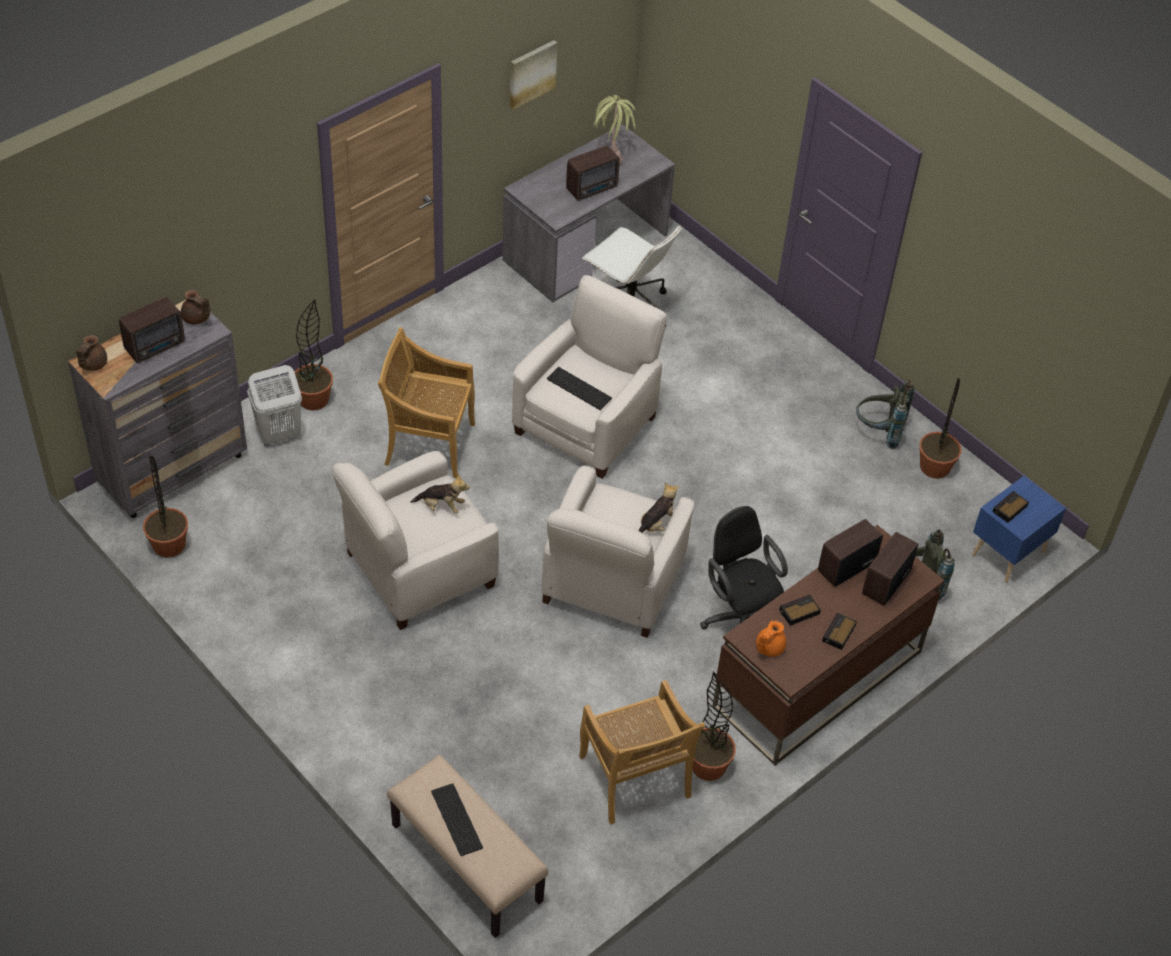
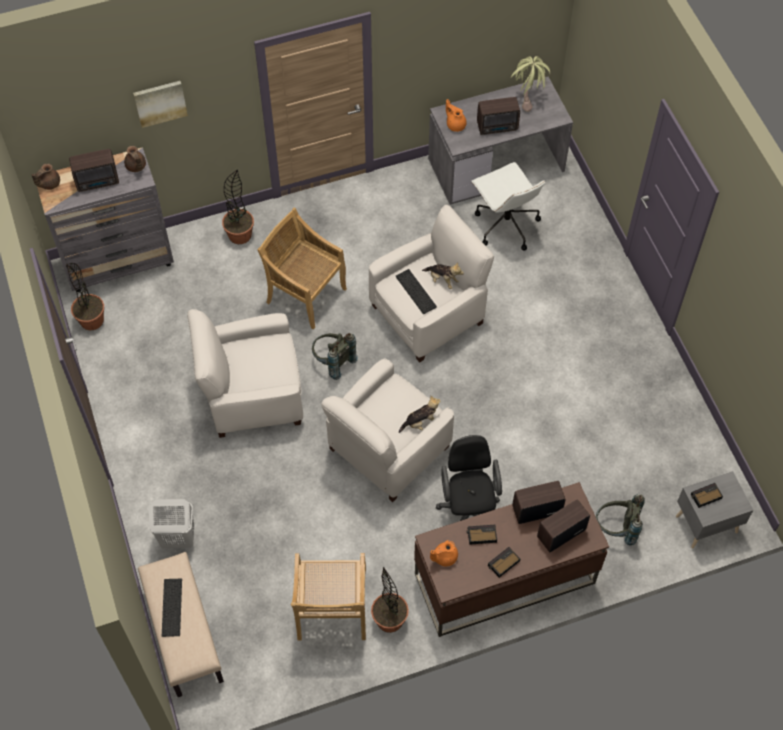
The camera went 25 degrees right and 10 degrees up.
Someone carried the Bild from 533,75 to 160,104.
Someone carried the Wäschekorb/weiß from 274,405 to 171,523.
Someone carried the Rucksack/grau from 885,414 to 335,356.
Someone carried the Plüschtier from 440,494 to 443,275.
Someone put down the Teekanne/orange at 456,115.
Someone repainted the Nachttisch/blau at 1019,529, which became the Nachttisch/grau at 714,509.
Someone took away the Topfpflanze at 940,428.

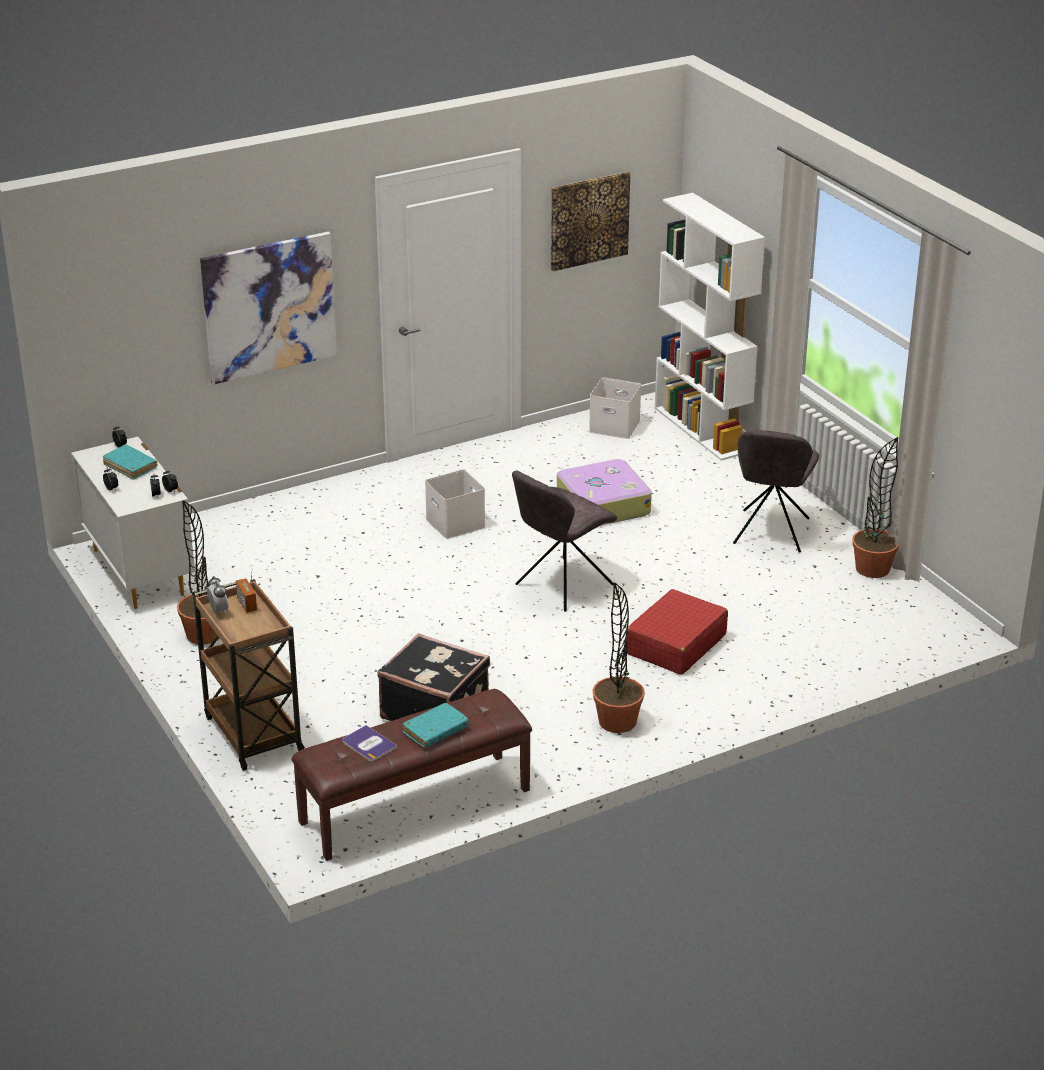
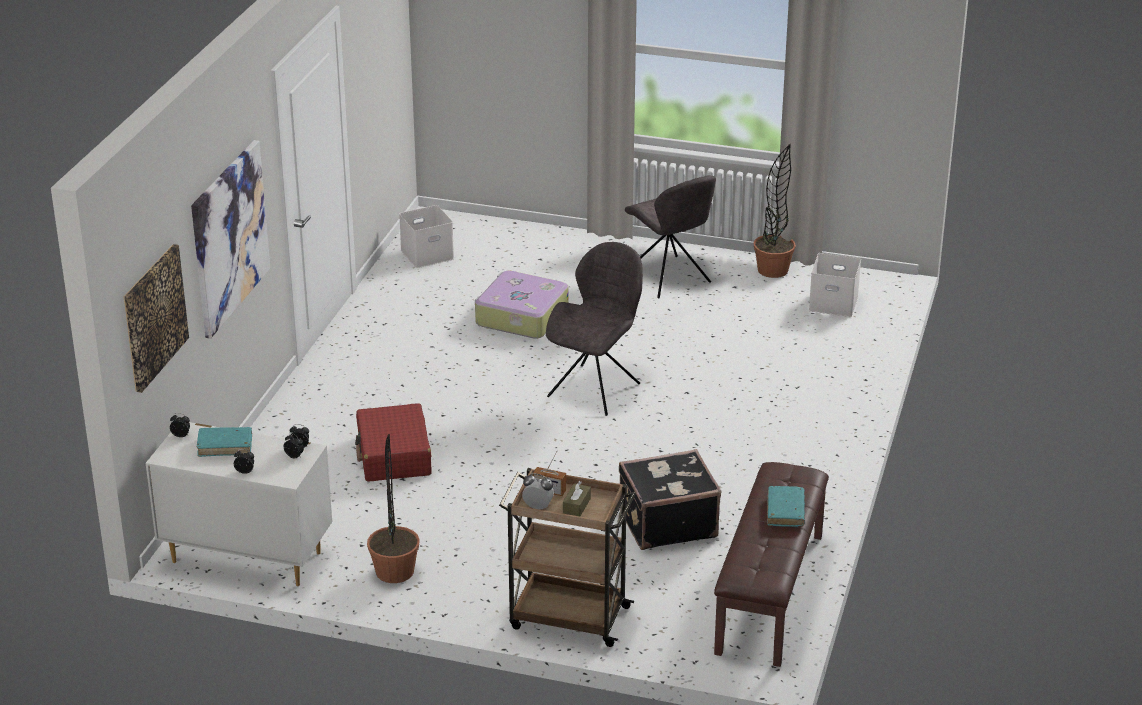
The camera went 45 degrees left and 0 degrees up.
Someone carried the Bild from 590,221 to 156,318.
Someone carried the Koffer/rot from 677,632 to 393,442.
Someone rotated the Stuhl/grau at 564,541 by 150 degrees counterclockwise.
Someone put down the Taschentuchbox/braun at 577,498.
Someone carried the Aufbewahrungsbox/weiß from 455,504 to 835,285.
Someone took away the Buch at 369,743.
Someone took away the Topfpflanze at 618,657.
Someone took away the Bücherregal/weiß at 710,327.

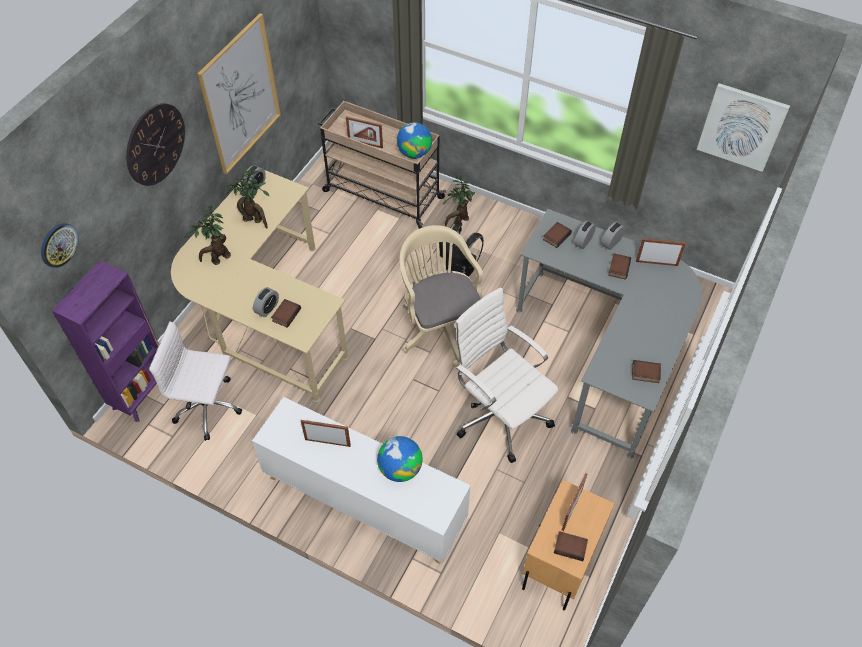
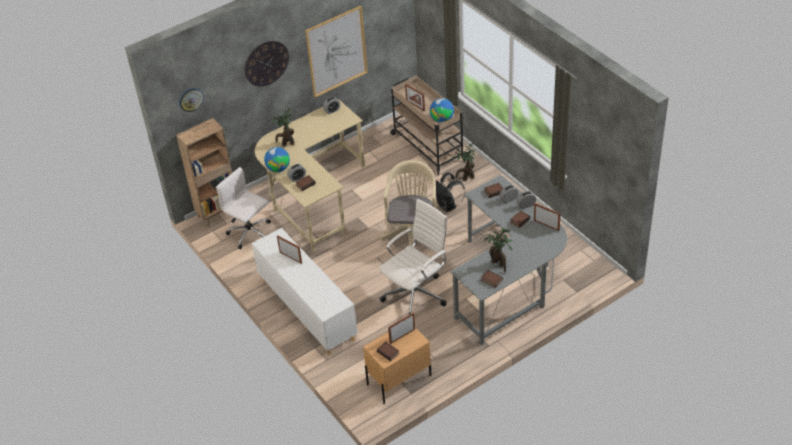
The camera went 30 degrees right and 10 degrees down.
Someone repainted the Bücherregal/lila at 105,341, which became the Bücherregal/braun at 204,172.
Someone carried the Globus from 400,459 to 277,159.
Someone rotated the Bürostuhl/weiß at 506,375 by 60 degrees clockwise.
Someone carried the Topfpflanze from 247,199 to 498,250.
Someone took away the Bild at 743,127.

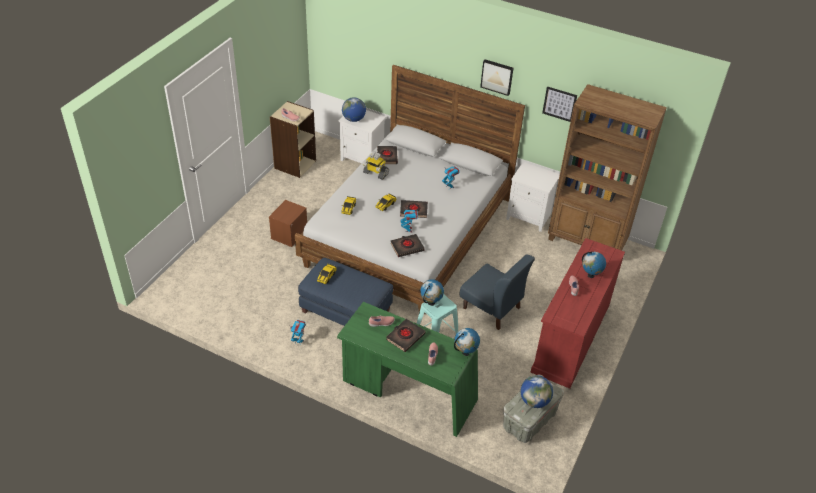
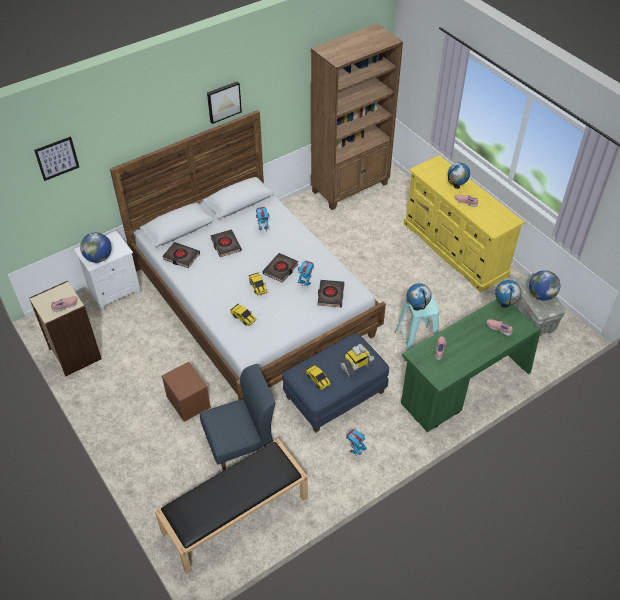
The camera went 60 degrees left and 5 degrees up.
Someone carried the Bild from 559,104 to 56,158.
Someone put down the Bank/schwarz at 231,506.
Someone carried the Stuhl/blau from 497,292 to 238,417.
Someone carried the Buch/schwarz from 405,335 to 226,243.
Someone carried the Spielzeugroboter from 376,166 to 357,360.
Someone repainted the Kommode/rot at 577,313, which became the Kommode/gelb at 464,224.
Someone took away the Nachttisch/weiß at 533,197.

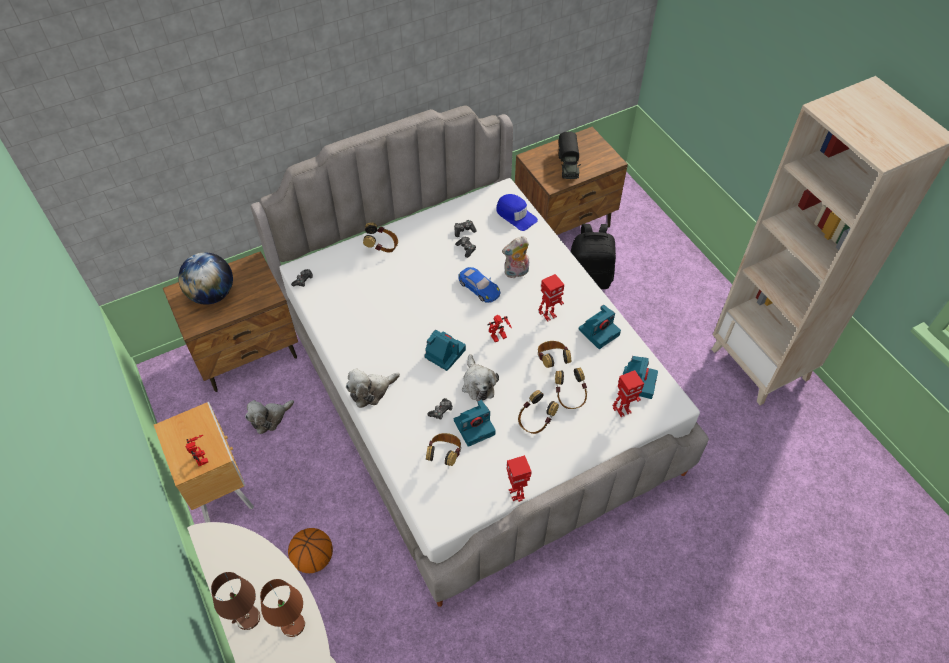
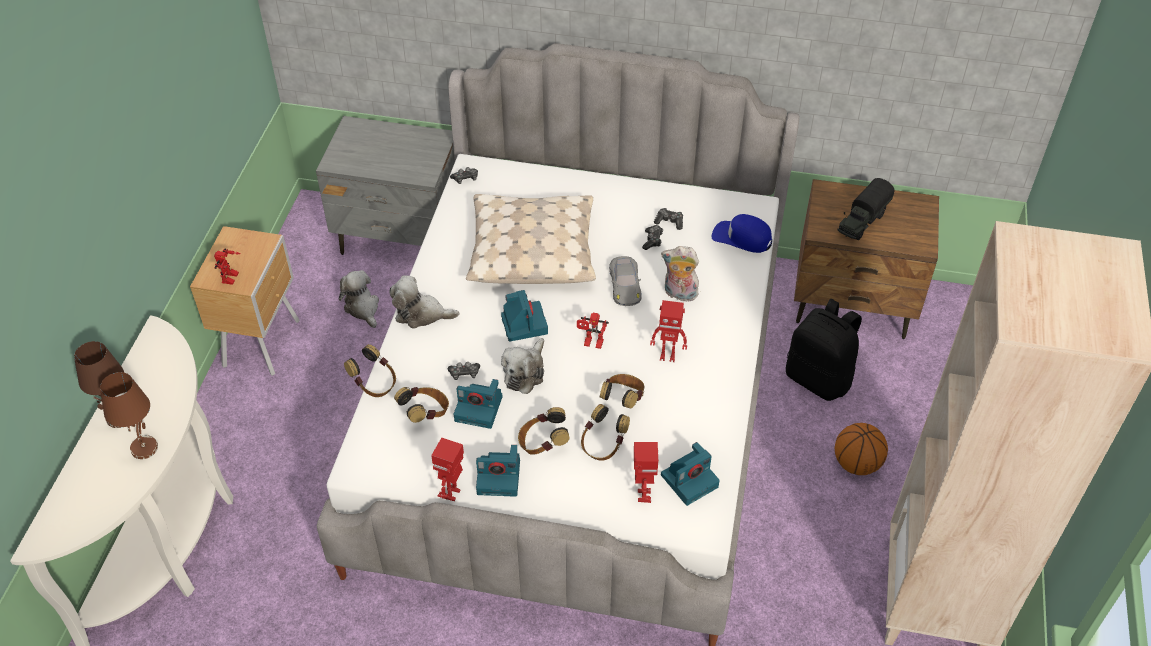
The camera went 40 degrees right and 5 degrees down.
Someone repainted the Nachttisch/braun at 230,321, which became the Nachttisch/grau at 385,185.
Someone rotated the Plüschtier at 269,417 by 60 degrees clockwise.
Someone carried the Kopfhörer from 380,237 to 370,370.
Someone put down the Kissen/beige at 531,239.
Someone carried the Kamera from 600,327 to 498,471.
Someone repainted the Spielzeugauto/blau at 479,285, which became the Spielzeugauto/grau at 625,281.
Someone rotated the Spielzeugroboter at 628,393 by 105 degrees counterclockwise.
Someone rotated the Kappe/blau at 517,212 by 120 degrees clockwise.
Someone carried the Basketball from 310,550 to 861,449.
Someone took away the Globus at 205,278.

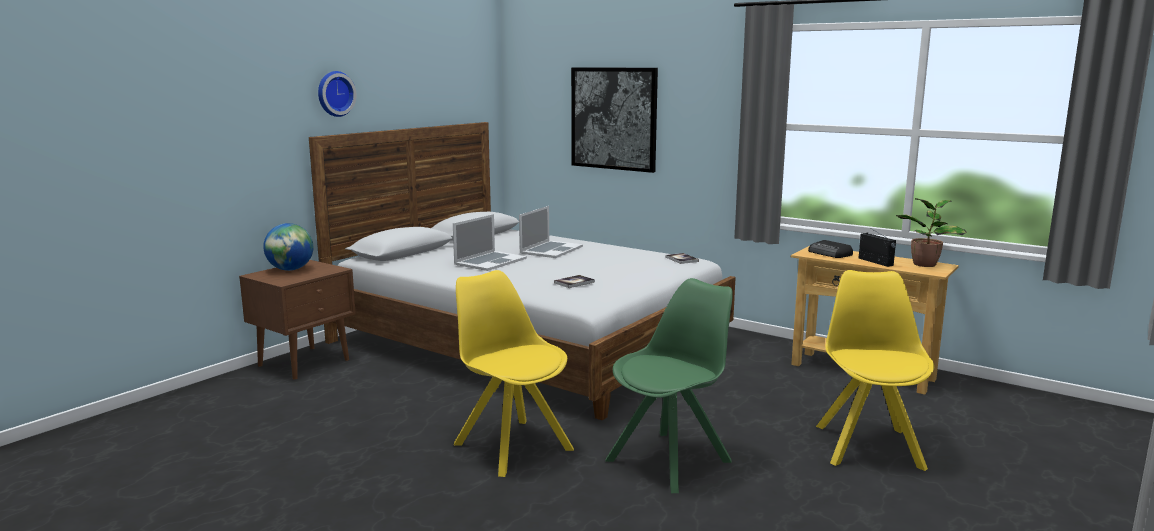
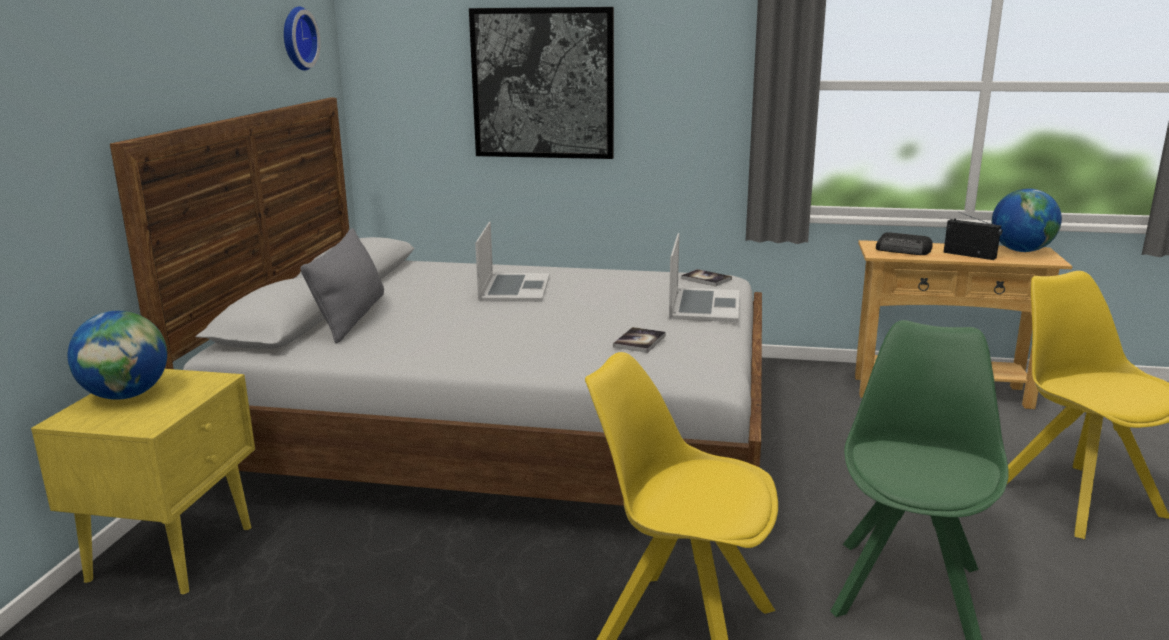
The camera went 25 degrees left and 5 degrees up.
Someone repainted the Nachttisch/braun at 297,320, which became the Nachttisch/gelb at 143,481.
Someone carried the Wanduhr from 337,94 to 302,38.
Someone put down the Kissen/grau at 342,286.
Someone carried the Laptop from 490,242 to 704,277.
Someone swapped the Topfpflanze at 931,232 for the Globus at 1027,220.

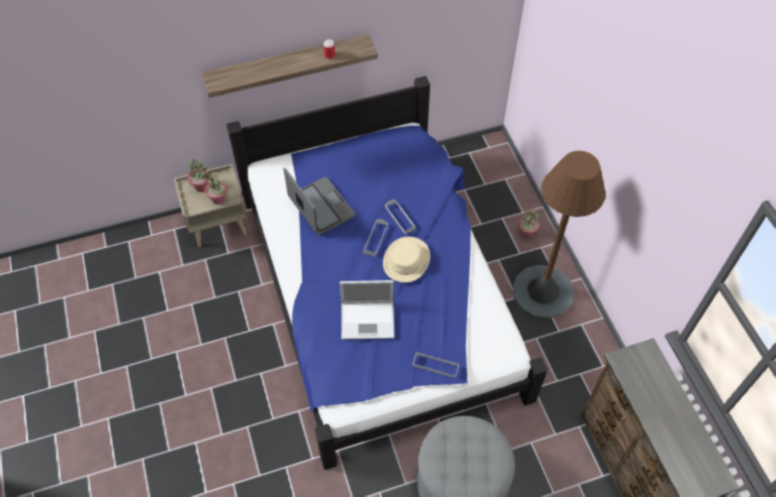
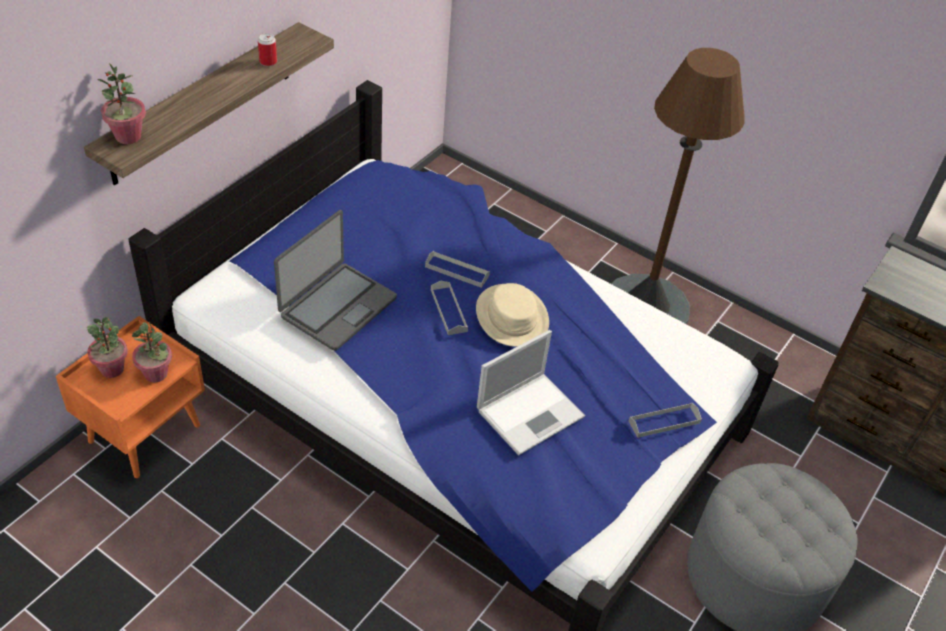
The camera went 40 degrees left and 10 degrees down.
Someone repainted the Nachttisch/beige at 210,205, which became the Nachttisch/orange at 130,397.
Someone carried the Topfpflanze from 529,223 to 122,103.
Someone rotated the Laptop at 320,201 by 105 degrees clockwise.

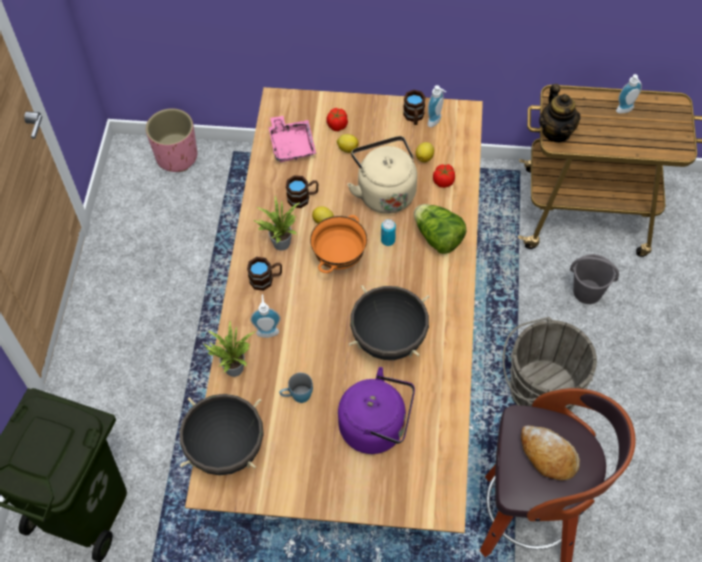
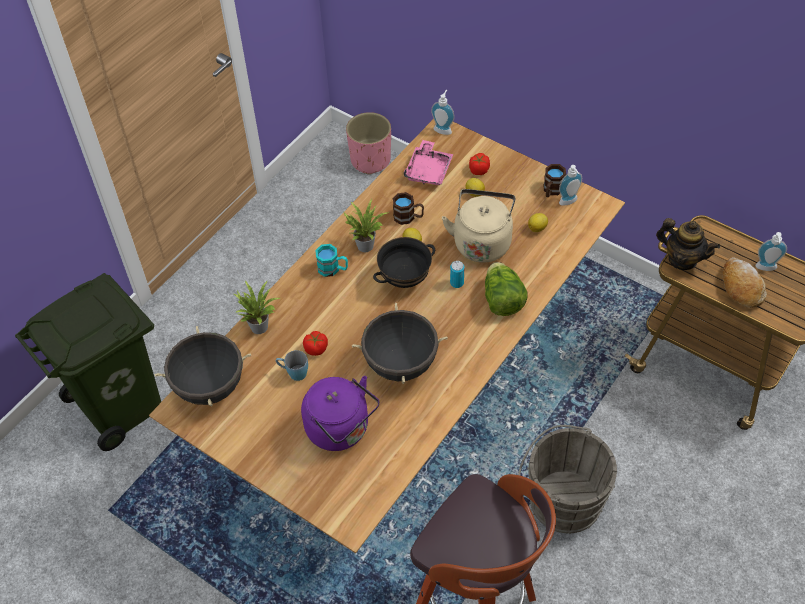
The camera went 30 degrees right and 5 degrees down.
Someone carried the Tomate from 444,176 to 315,343.
Someone repainted the Henkelbecher/braun at 264,274, which became the Henkelbecher/türkis at 331,260.
Someone repainted the Schüssel/orange at 338,244, which became the Schüssel/schwarz at 404,262.
Someone carried the Seifenspender from 265,316 to 443,112.
Someone rotated the Teekanne at 559,113 by 75 degrees counterclockwise.
Someone carried the Brot from 550,452 to 744,282.
Someone took away the Eimer/grau at 594,279.

